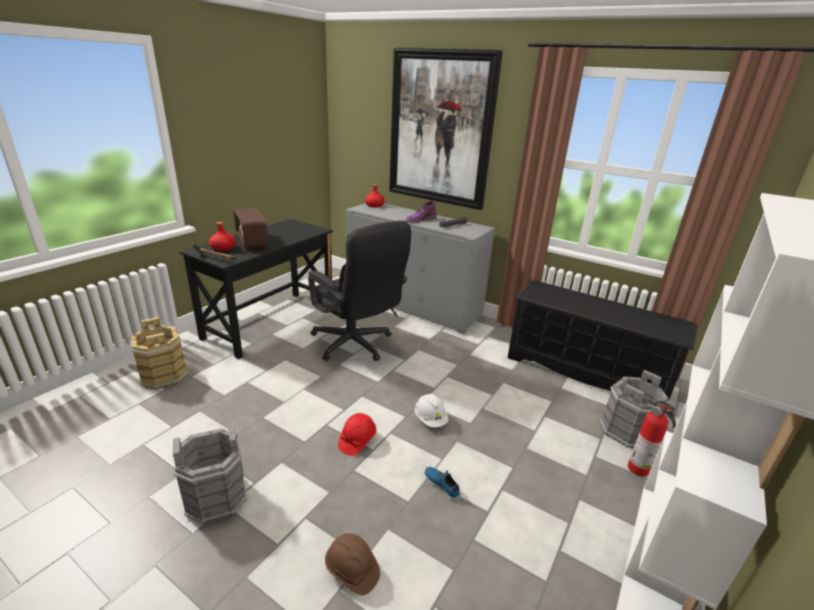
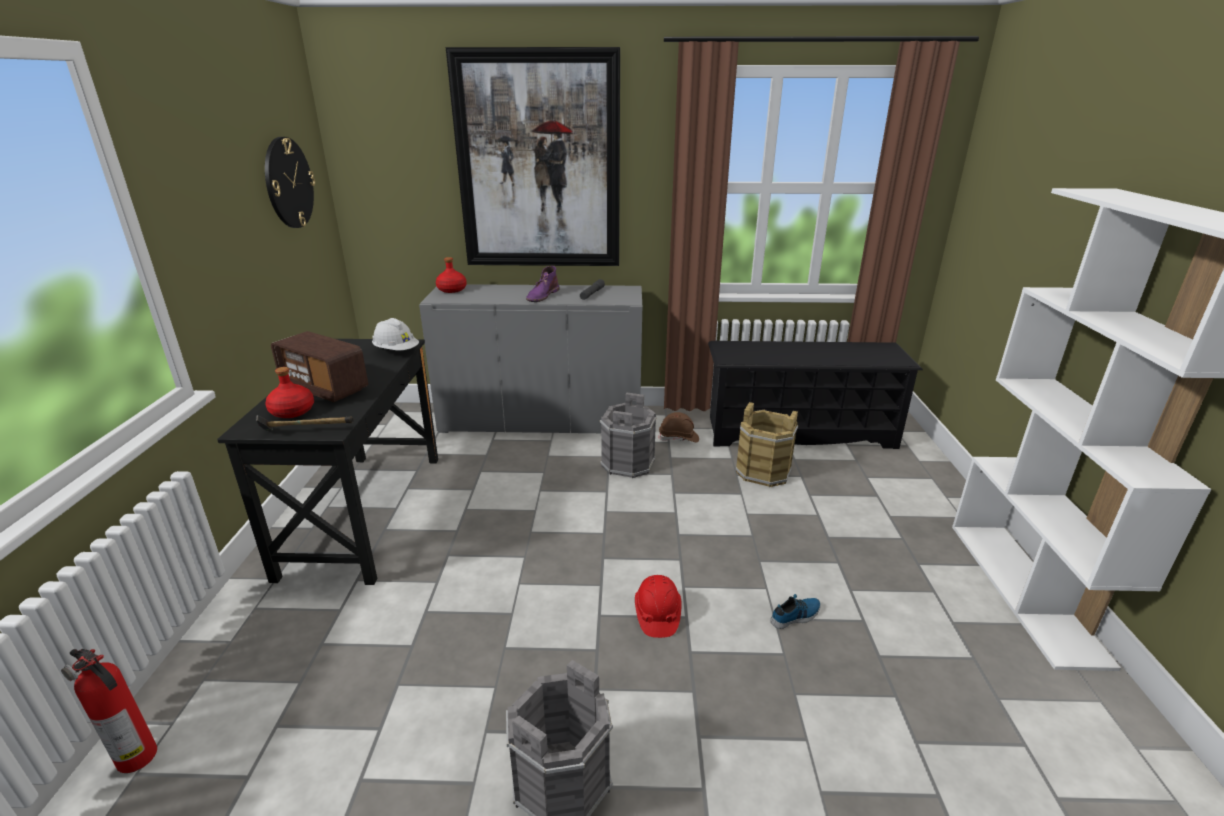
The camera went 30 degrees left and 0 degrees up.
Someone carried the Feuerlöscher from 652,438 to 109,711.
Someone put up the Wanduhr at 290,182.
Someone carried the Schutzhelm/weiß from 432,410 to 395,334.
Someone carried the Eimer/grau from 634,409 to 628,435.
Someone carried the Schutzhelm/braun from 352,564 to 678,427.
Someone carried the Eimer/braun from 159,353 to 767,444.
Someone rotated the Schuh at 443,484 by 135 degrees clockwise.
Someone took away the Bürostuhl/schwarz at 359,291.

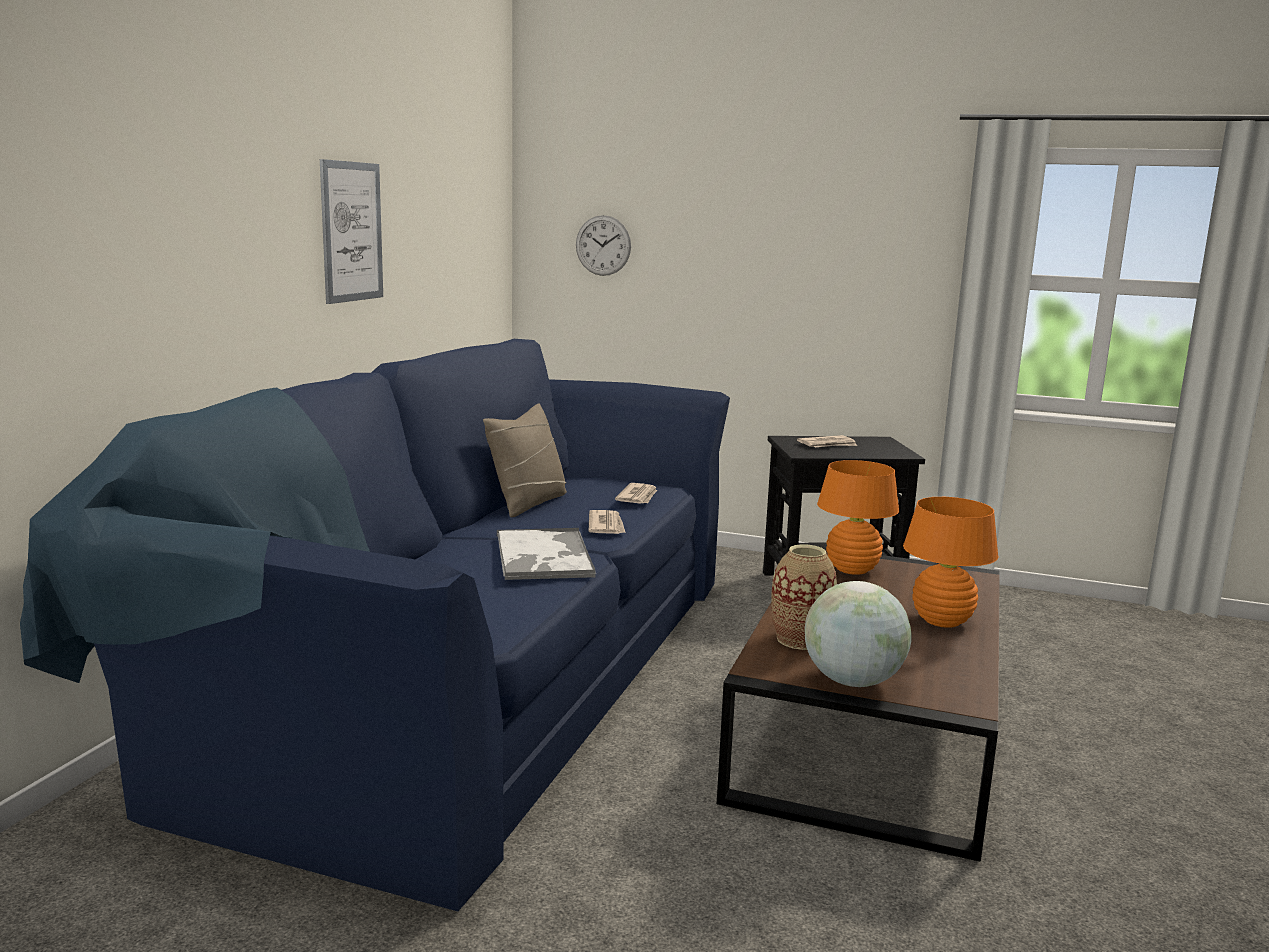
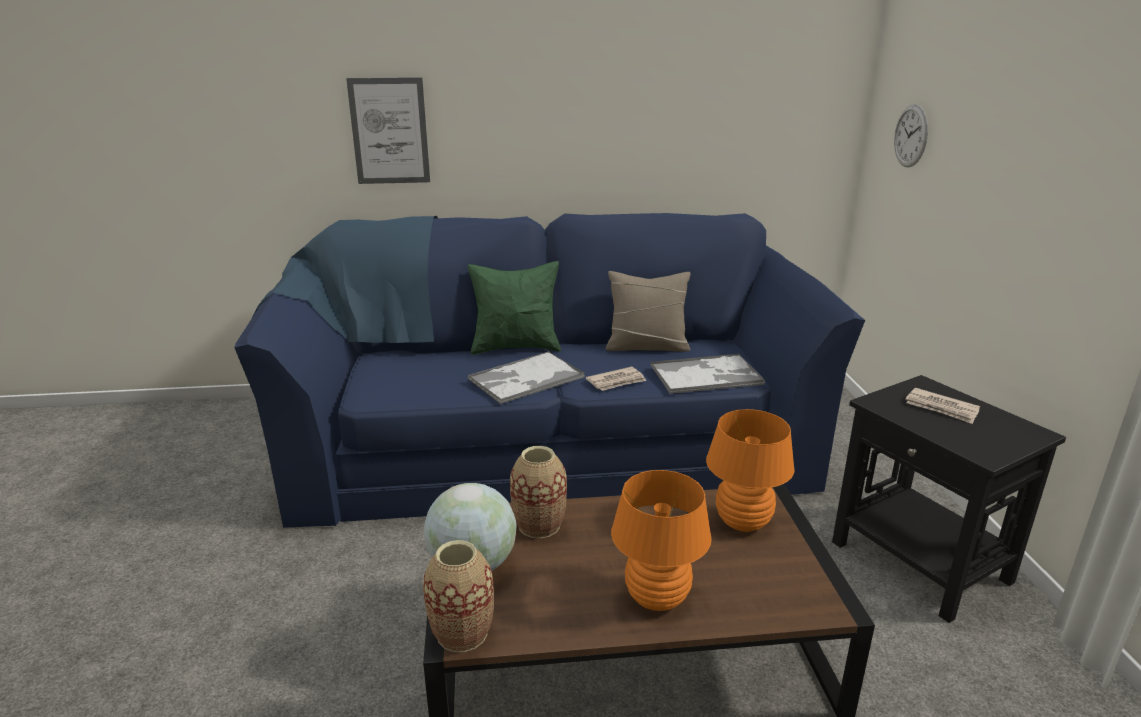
The camera went 65 degrees right and 10 degrees up.
Someone carried the Bild from 351,231 to 388,130.
Someone put down the Vase at 458,596.
Someone put down the Kissen/grün at 514,308.
Someone swapped the Zeitung at 636,493 for the Tablett at 707,374.

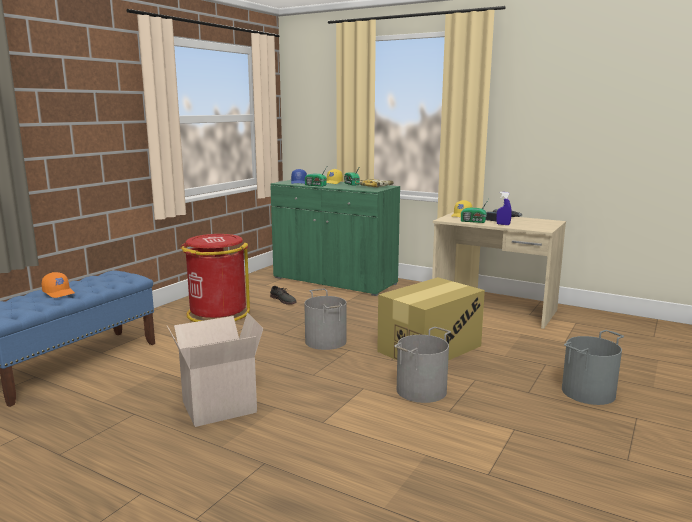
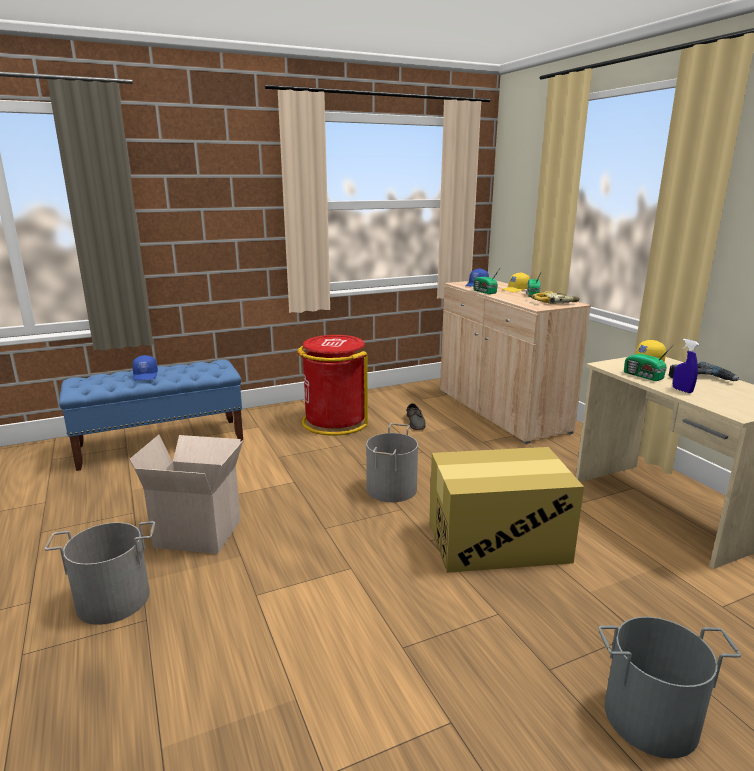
The camera went 35 degrees right and 5 degrees up.
Someone carried the Eimer/grau from 422,365 to 99,573.
Someone repainted the Kappe/orange at 58,285, which became the Kappe/blau at 145,367.
Someone repainted the Schrank/grün at 335,238, which became the Schrank/beige at 515,362.

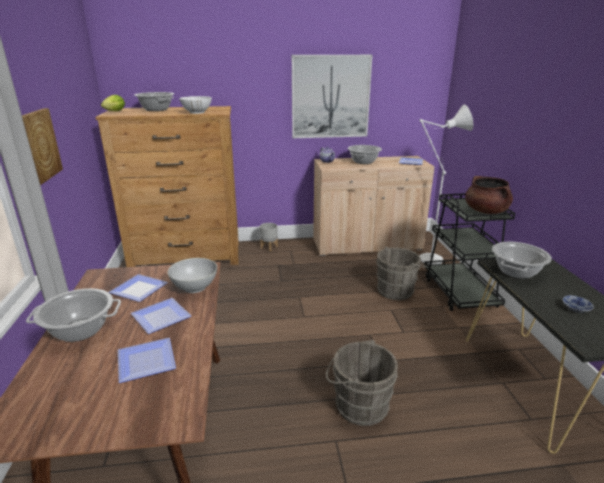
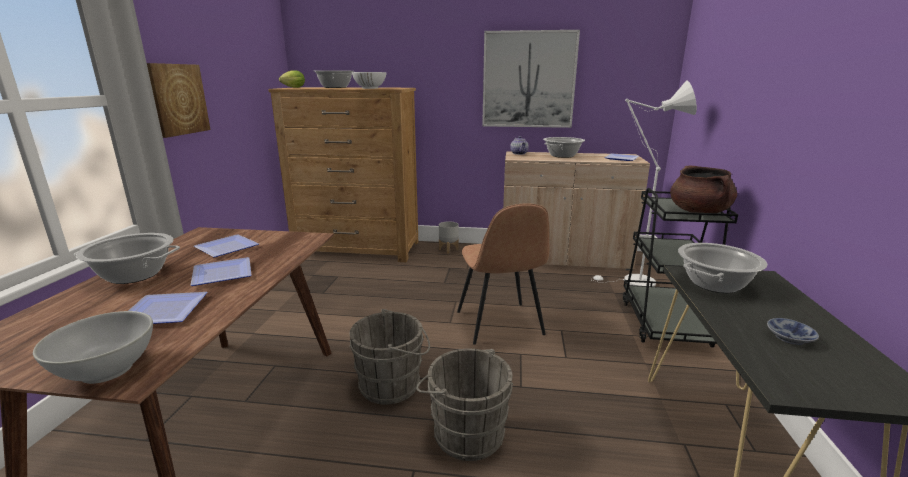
The camera went 15 degrees right and 5 degrees down.
Someone carried the Schüssel/weiß from 192,275 to 93,347.
Someone carried the Eimer/grau from 401,273 to 389,357.
Someone put down the Stuhl/braun at 503,274.

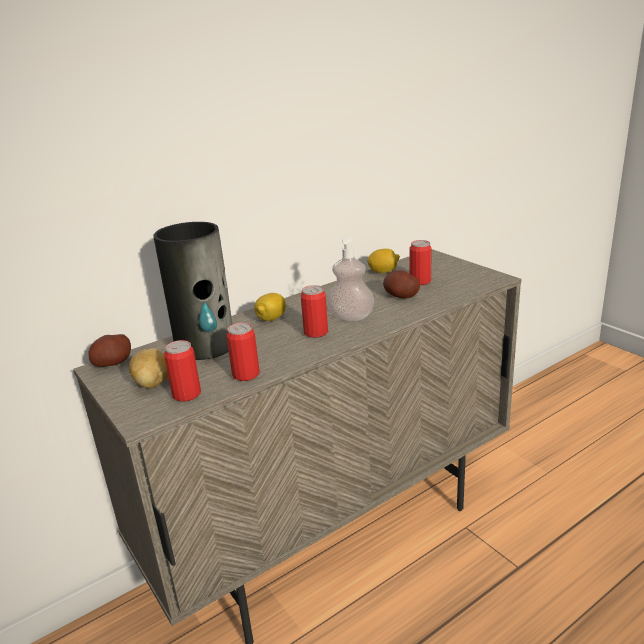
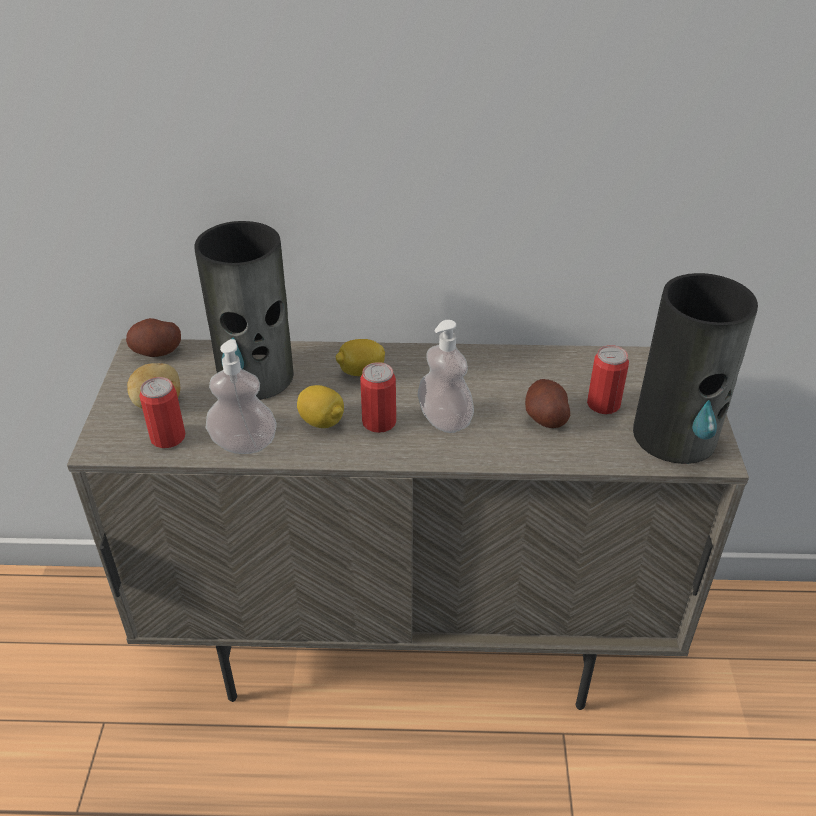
The camera went 35 degrees right and 15 degrees up.
Someone swapped the Dose at 243,352 for the Seifenspender at 241,396.
Someone carried the Zitrone from 383,261 to 320,406.
Someone put down the Vase at 695,368.

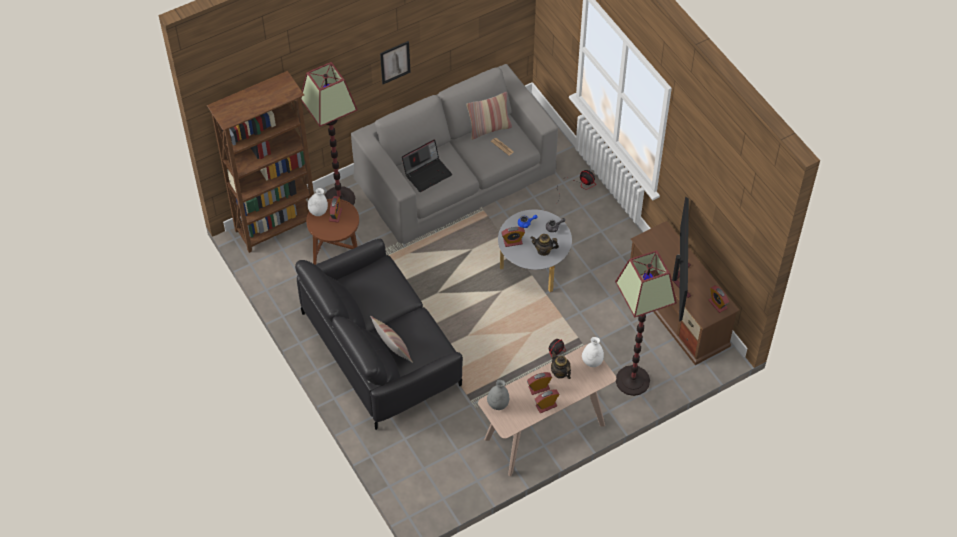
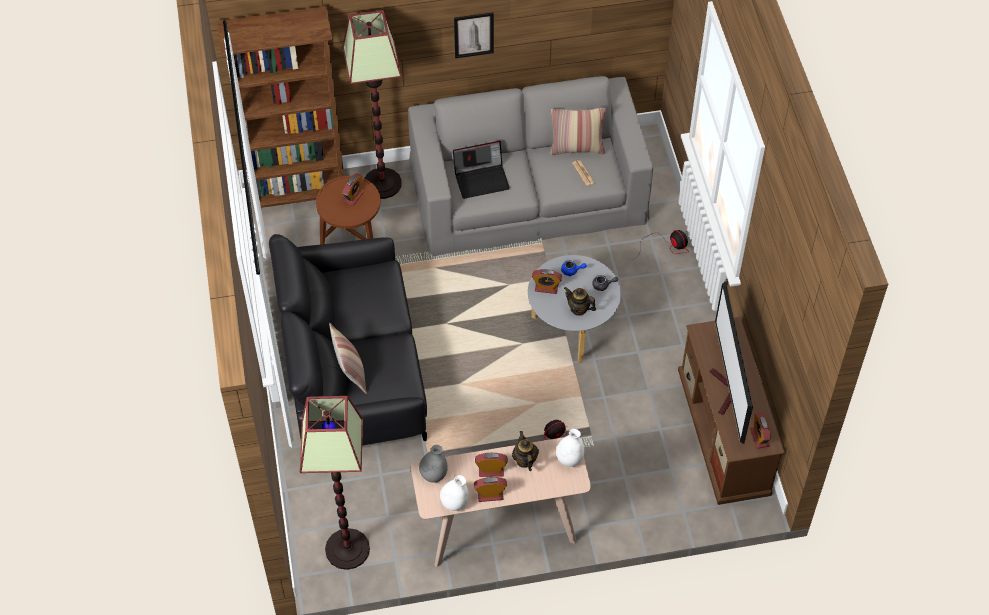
The camera went 20 degrees right and 0 degrees up.
Someone carried the Stehlampe from 646,323 to 335,483.
Someone carried the Vase/weiß from 317,202 to 454,493.
Someone rotated the Fernseher at 681,259 by 150 degrees clockwise.

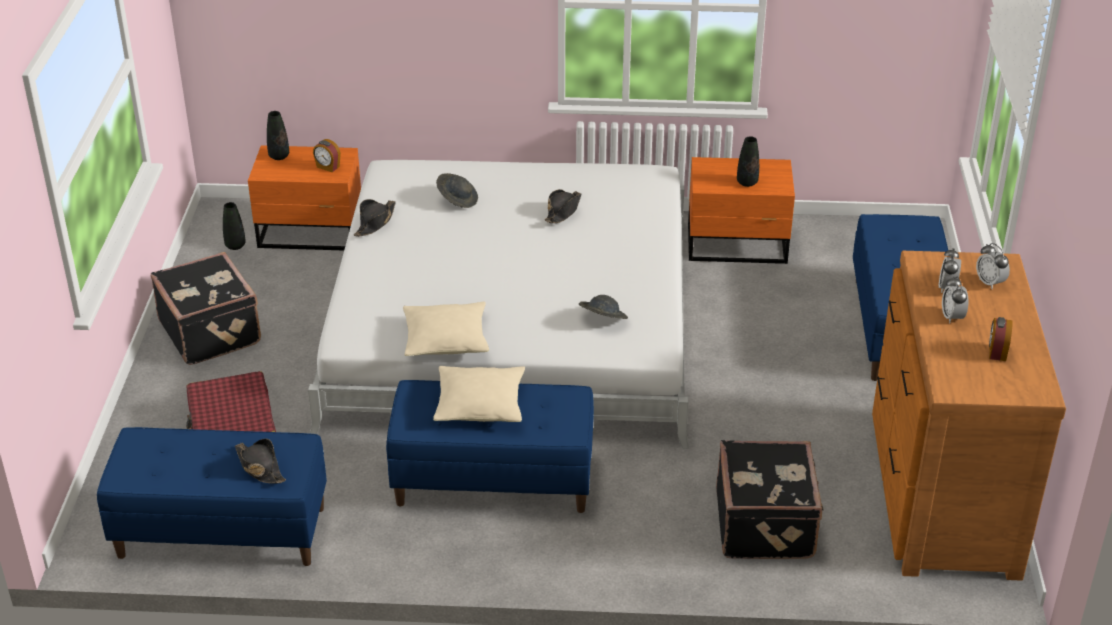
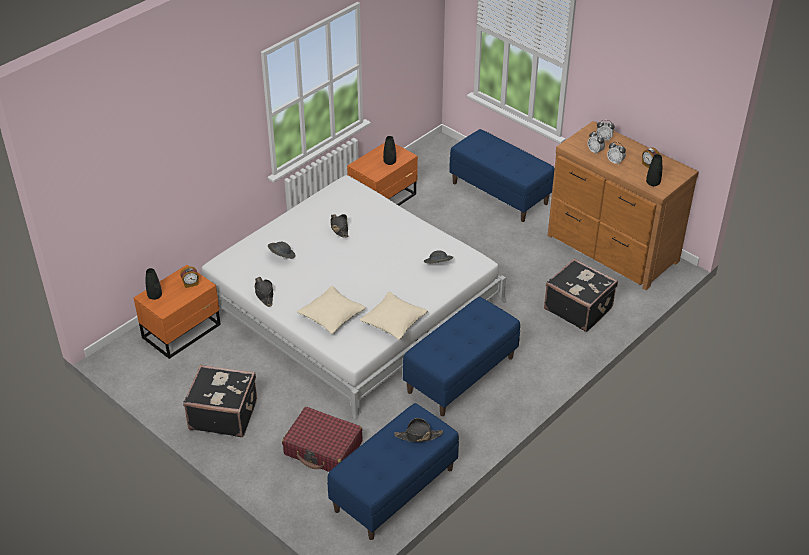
The camera went 50 degrees left and 5 degrees up.
Someone carried the Kissen/beige from 479,394 to 331,310.
Someone carried the Vase/schwarz from 234,226 to 654,170.

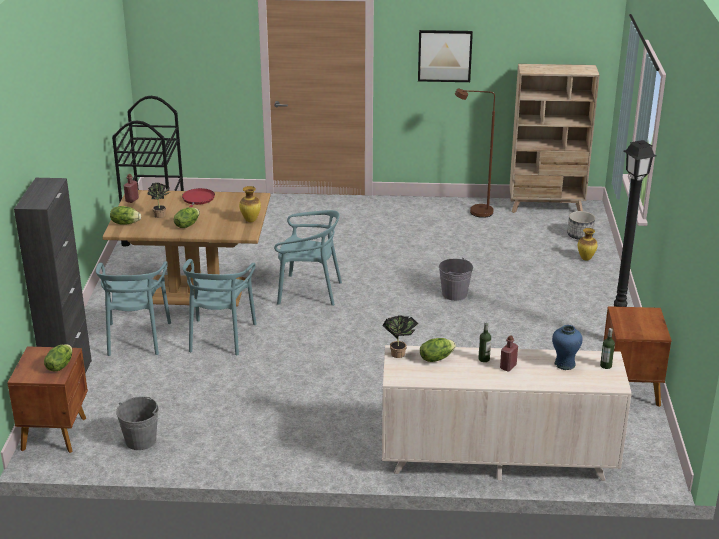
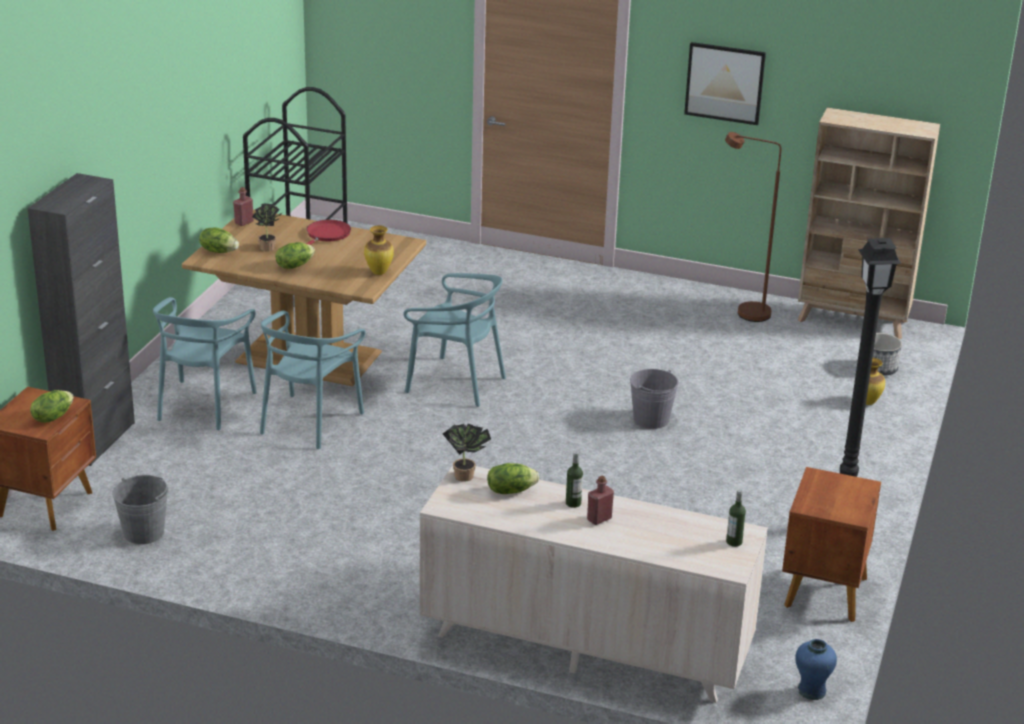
The camera went 15 degrees right and 0 degrees up.
Someone carried the Vase/blau from 567,347 to 816,669.

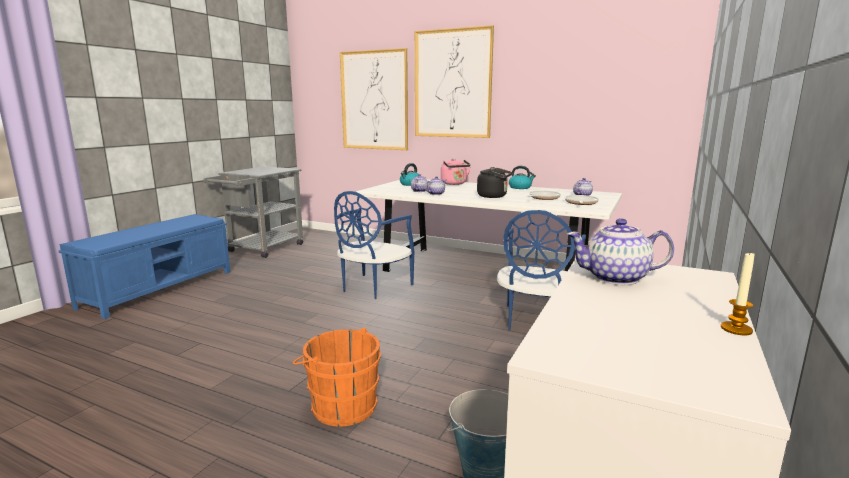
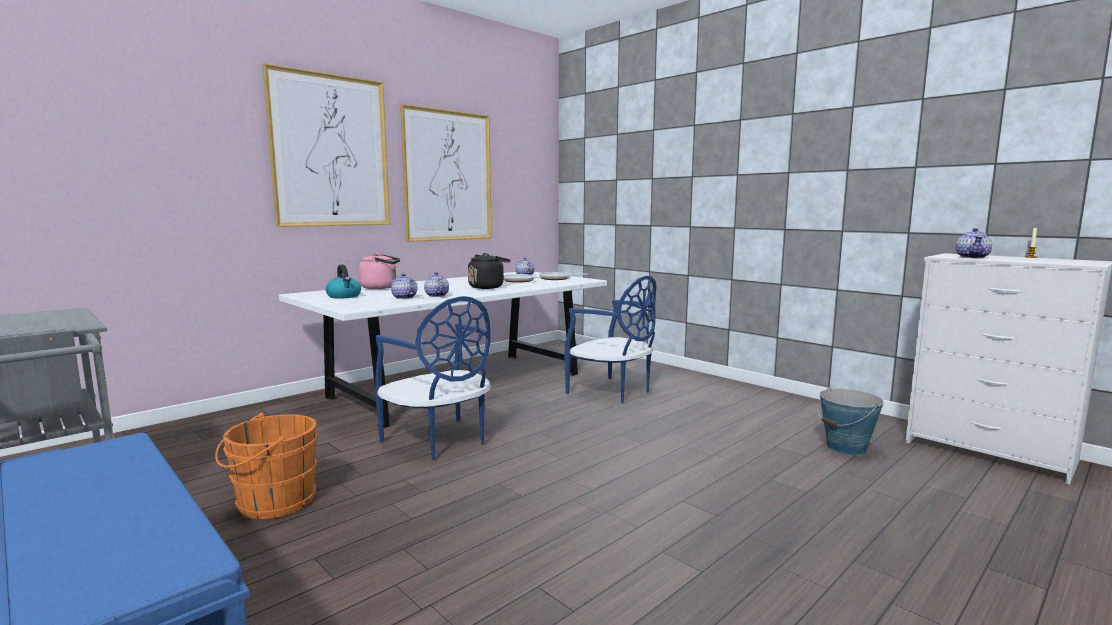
The camera went 70 degrees left and 5 degrees down.
Someone carried the Eimer/orange from 337,377 to 266,466.
Someone carried the Bild from 374,99 to 446,173.
Someone took away the Wasserkessel at 522,177.

